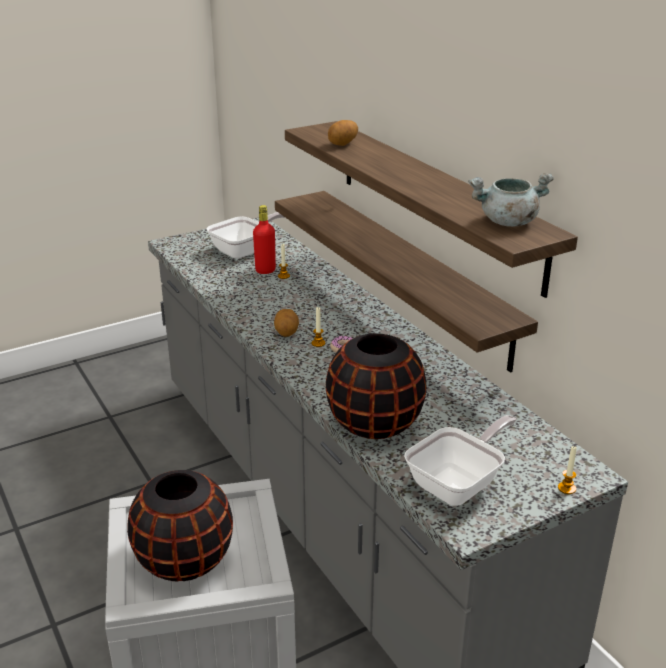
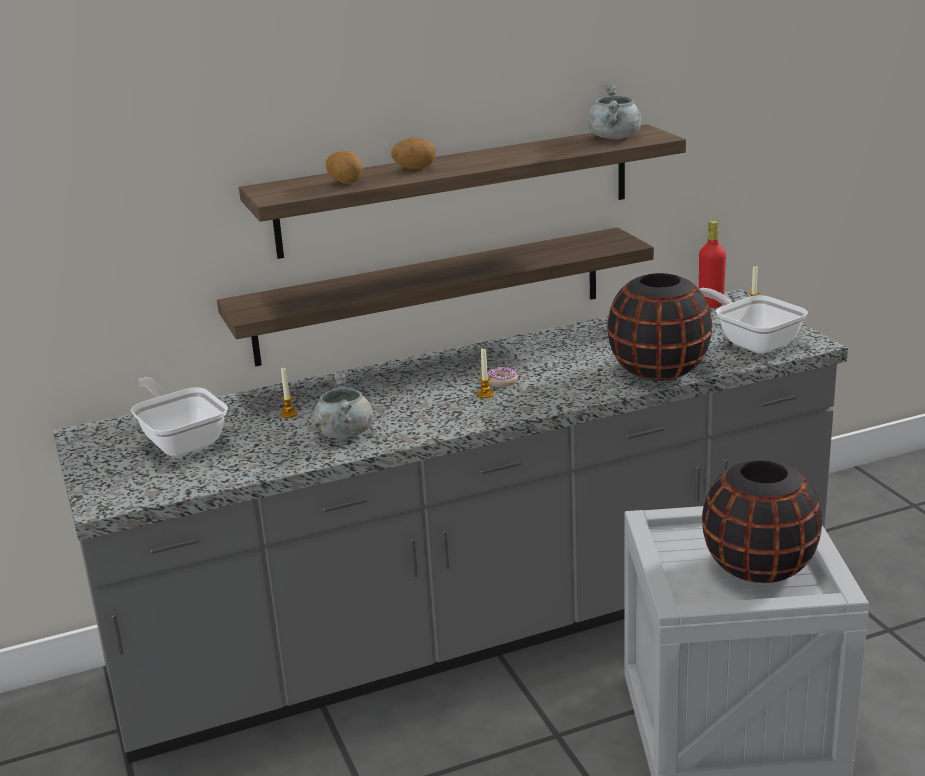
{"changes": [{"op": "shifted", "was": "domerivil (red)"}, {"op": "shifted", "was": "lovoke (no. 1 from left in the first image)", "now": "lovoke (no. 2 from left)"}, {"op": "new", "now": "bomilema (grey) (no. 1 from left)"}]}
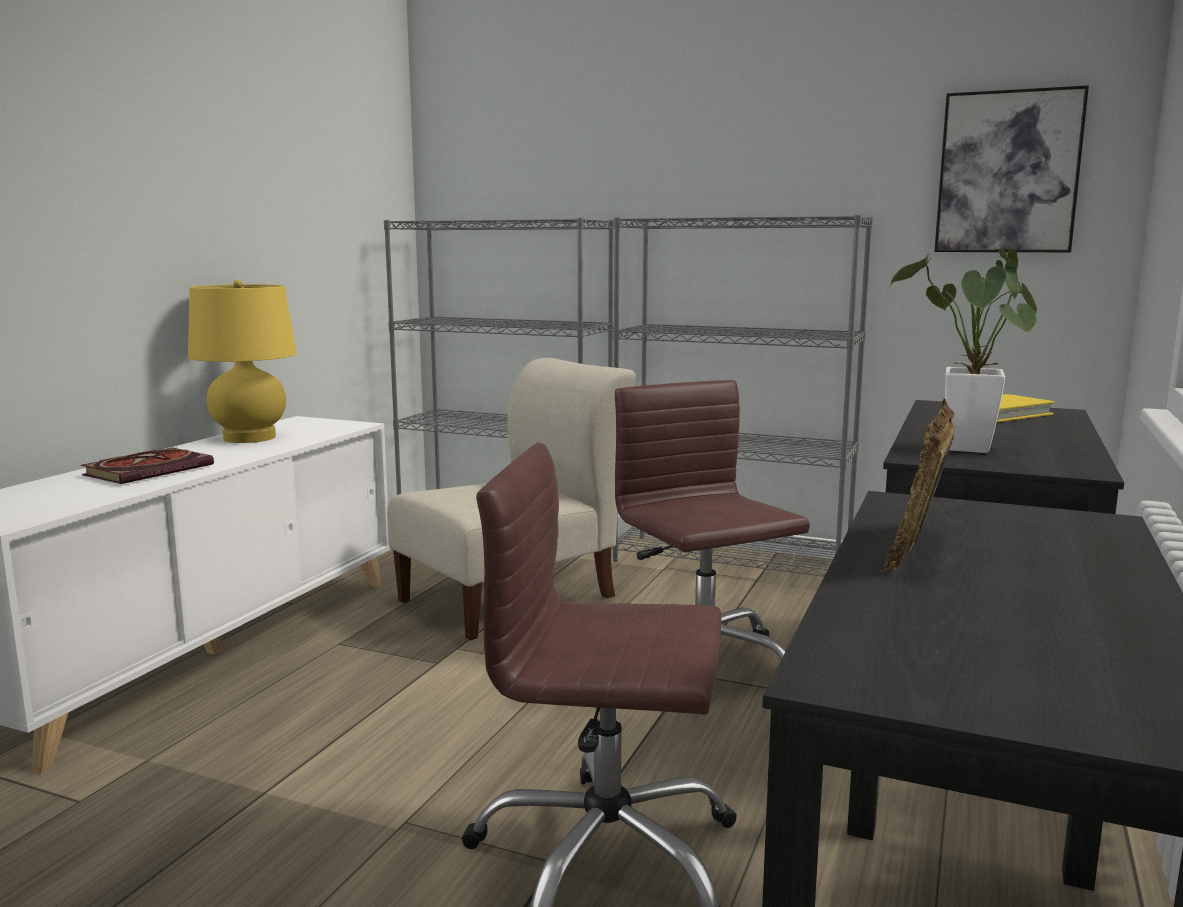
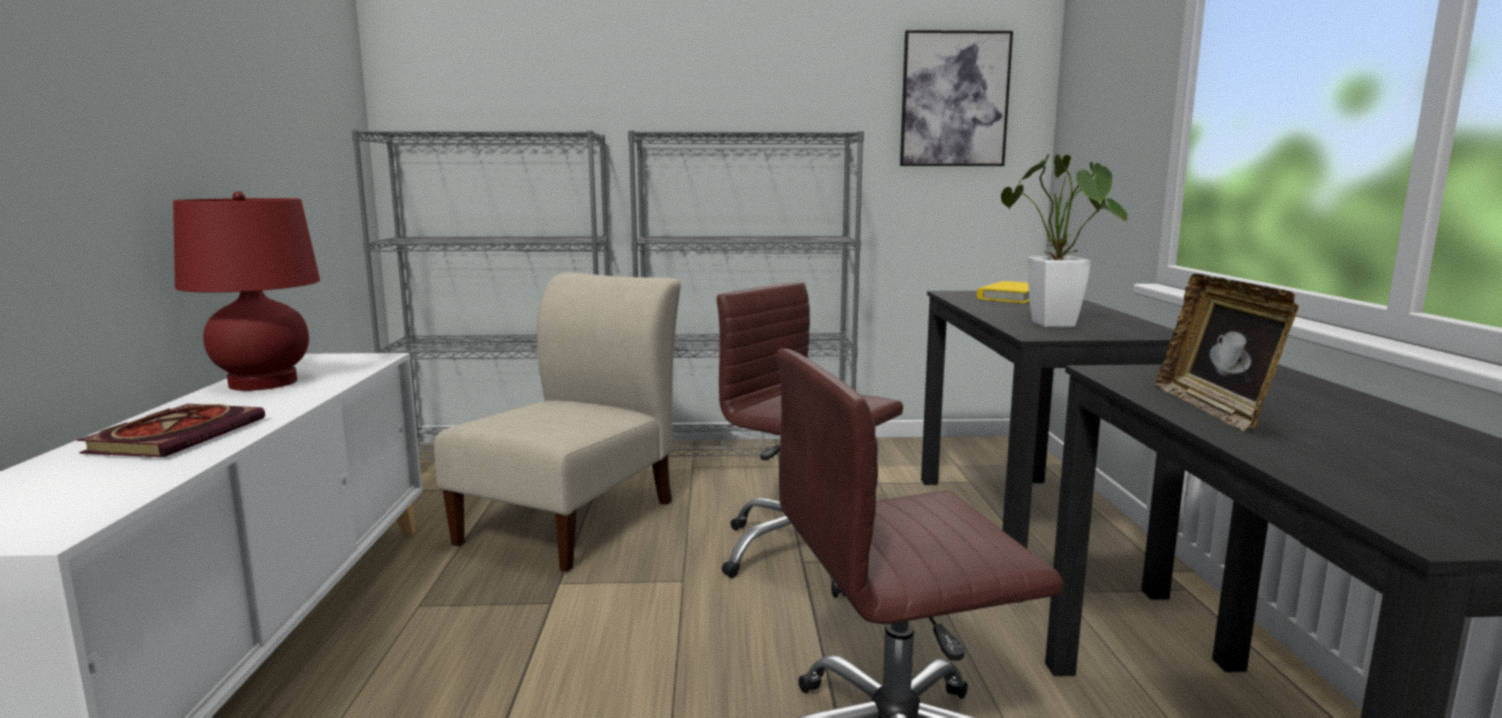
{"changes": [{"op": "repainted", "was": "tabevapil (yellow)", "now": "tabevapil (red)"}]}
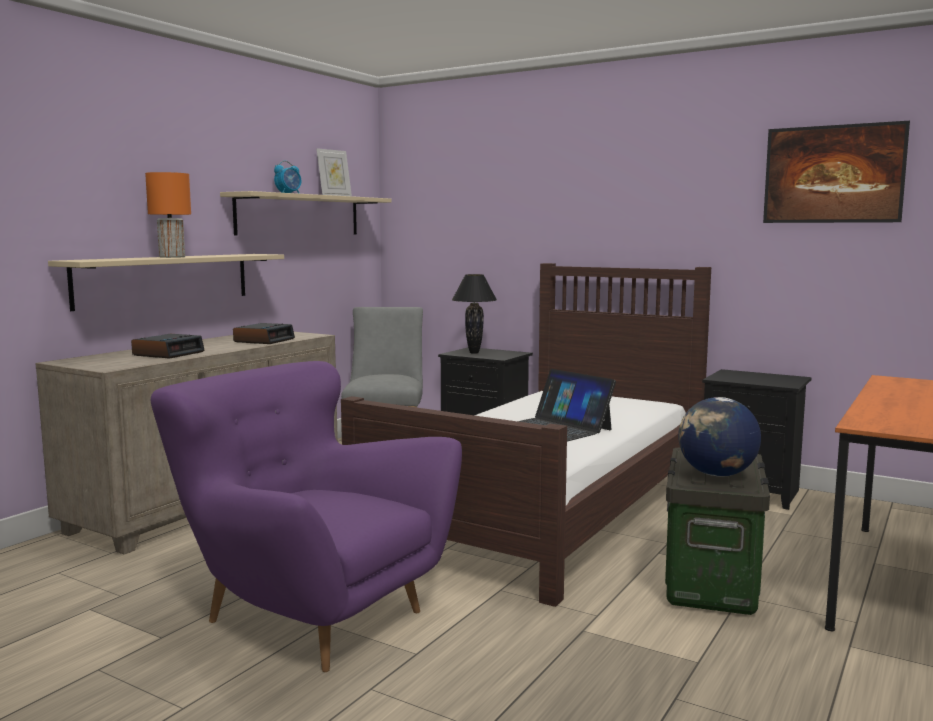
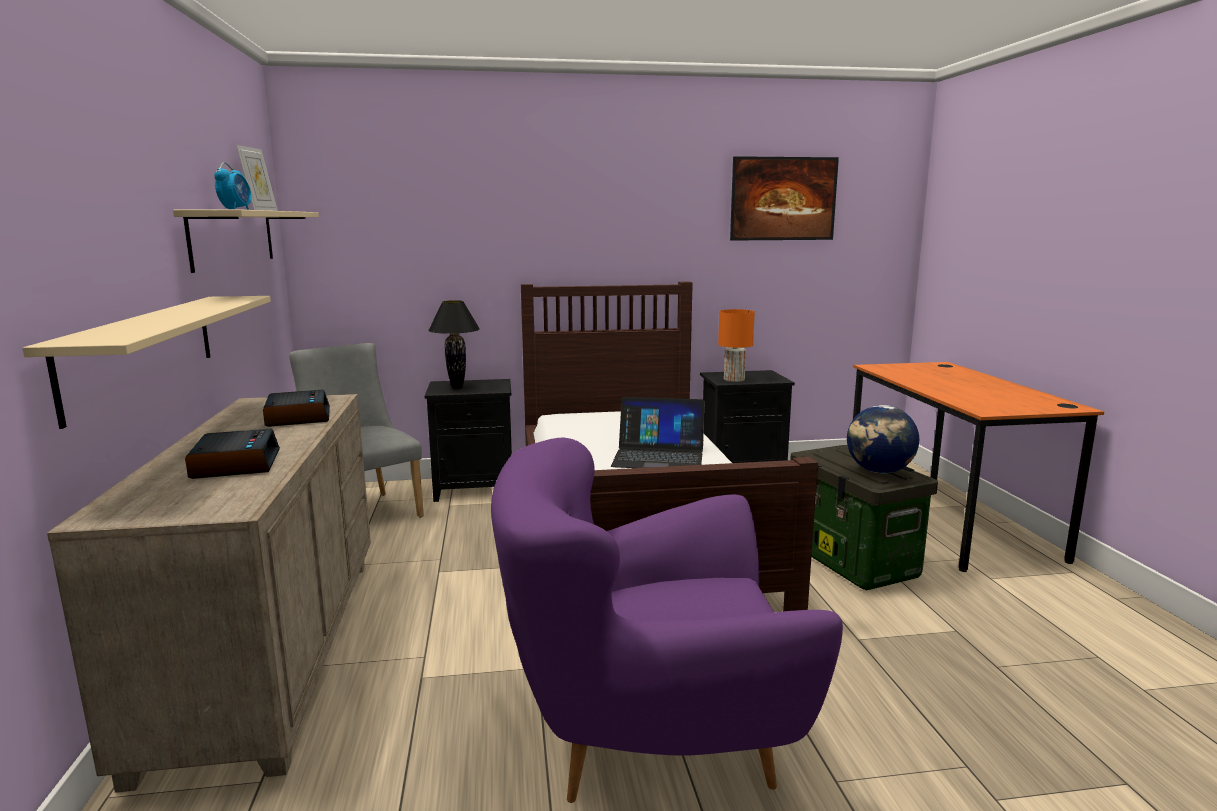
{"changes": [{"op": "shifted", "was": "tabevapil (orange)"}]}
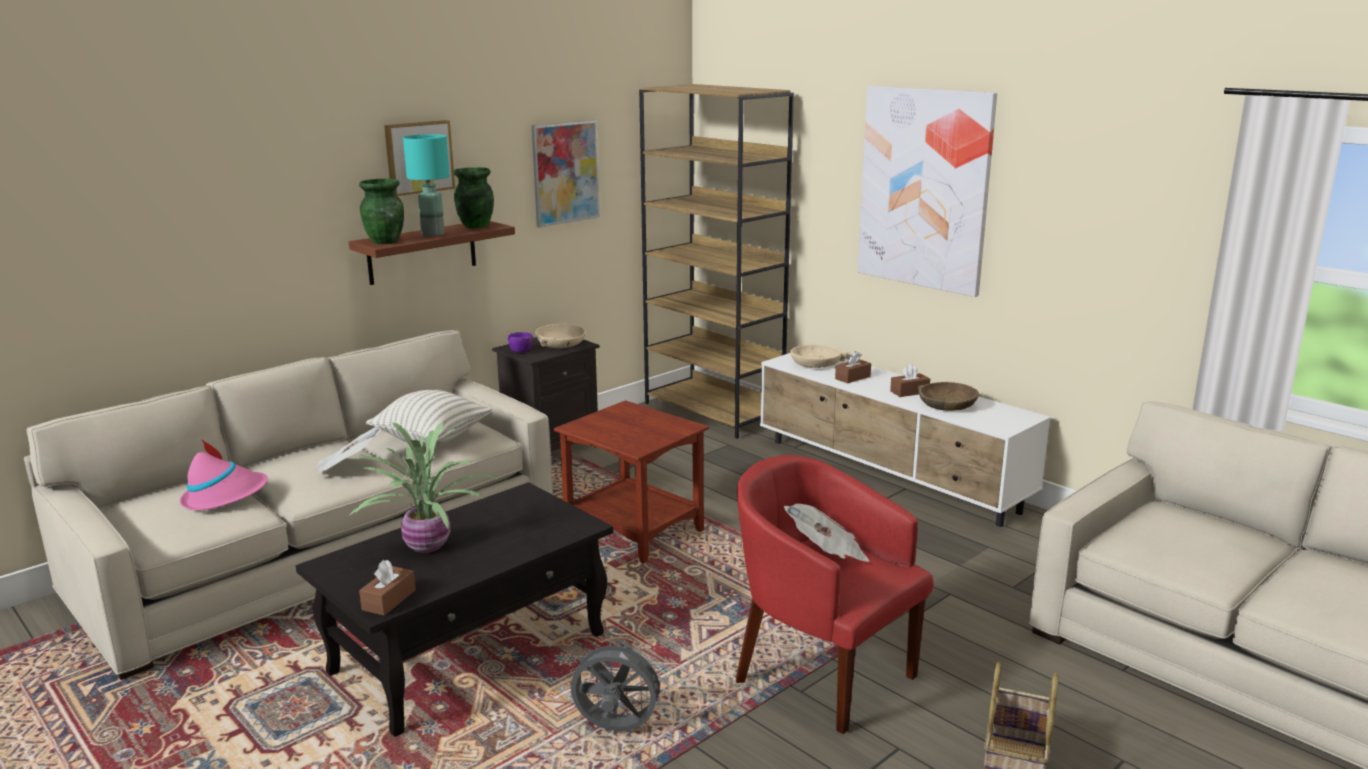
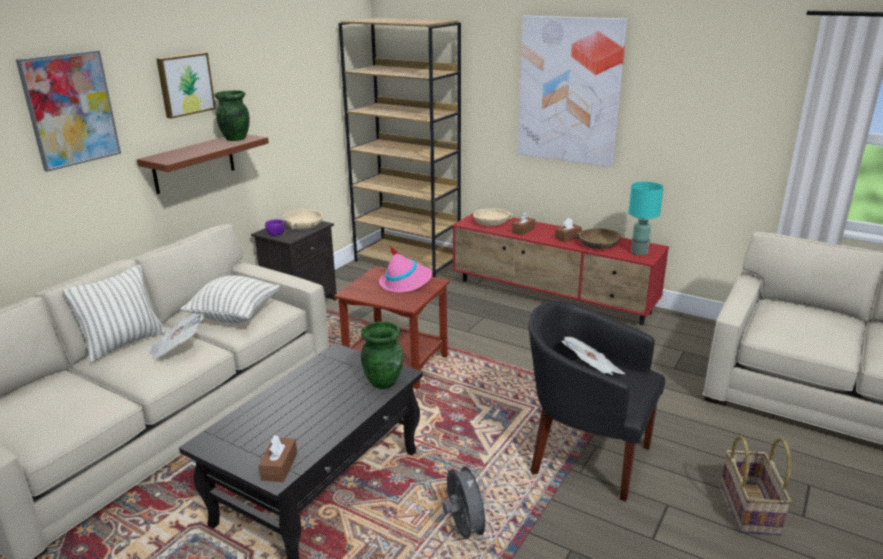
{"changes": [{"op": "shifted", "was": "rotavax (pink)"}, {"op": "gone", "was": "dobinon"}, {"op": "shifted", "was": "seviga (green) (no. 1 from left in the first image)", "now": "seviga (green) (no. 2 from left)"}, {"op": "shifted", "was": "tabevapil (turquoise)"}, {"op": "shifted", "was": "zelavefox (no. 2 from left in the first image)", "now": "zelavefox (no. 1 from left)"}, {"op": "rotated", "was": "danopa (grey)", "clockwise": 75}, {"op": "repainted", "was": "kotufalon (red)", "now": "kotufalon (black)"}, {"op": "repainted", "was": "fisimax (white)", "now": "fisimax (red)"}, {"op": "new", "now": "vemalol (no. 1 from left)"}]}
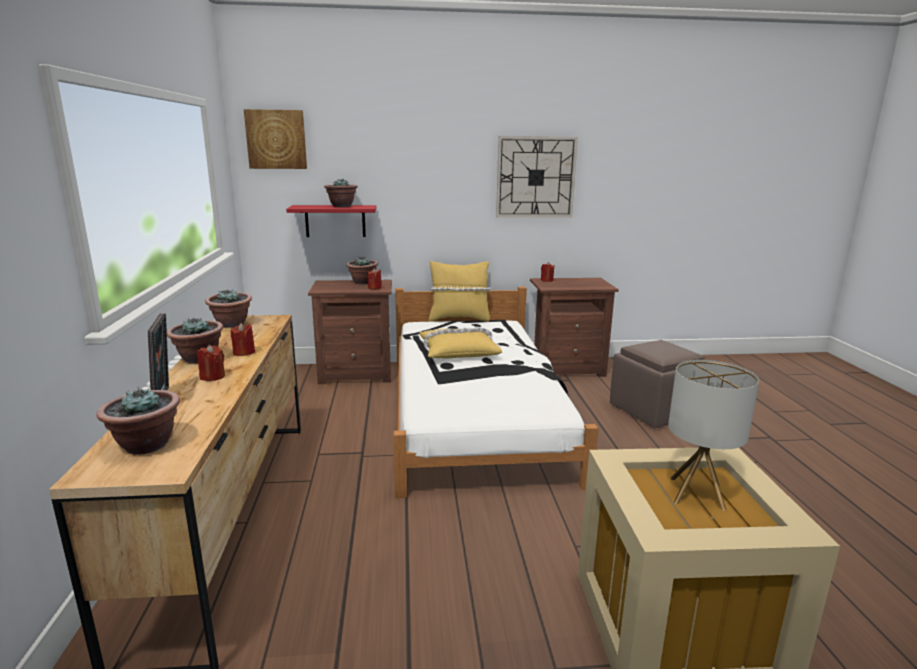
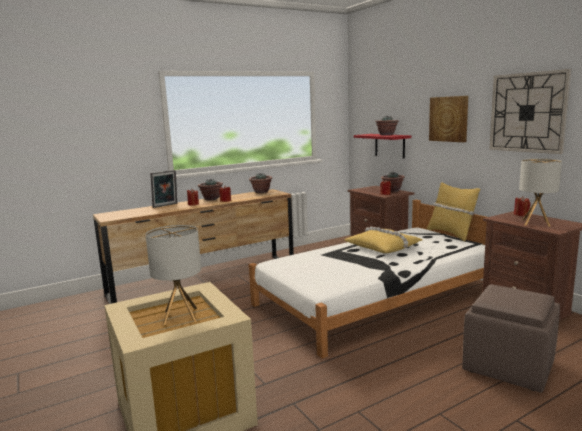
{"changes": [{"op": "gone", "was": "dobinon (no. 1 from left)"}, {"op": "shifted", "was": "zelavefox"}, {"op": "new", "now": "tabevapil (no. 2 from left)"}]}
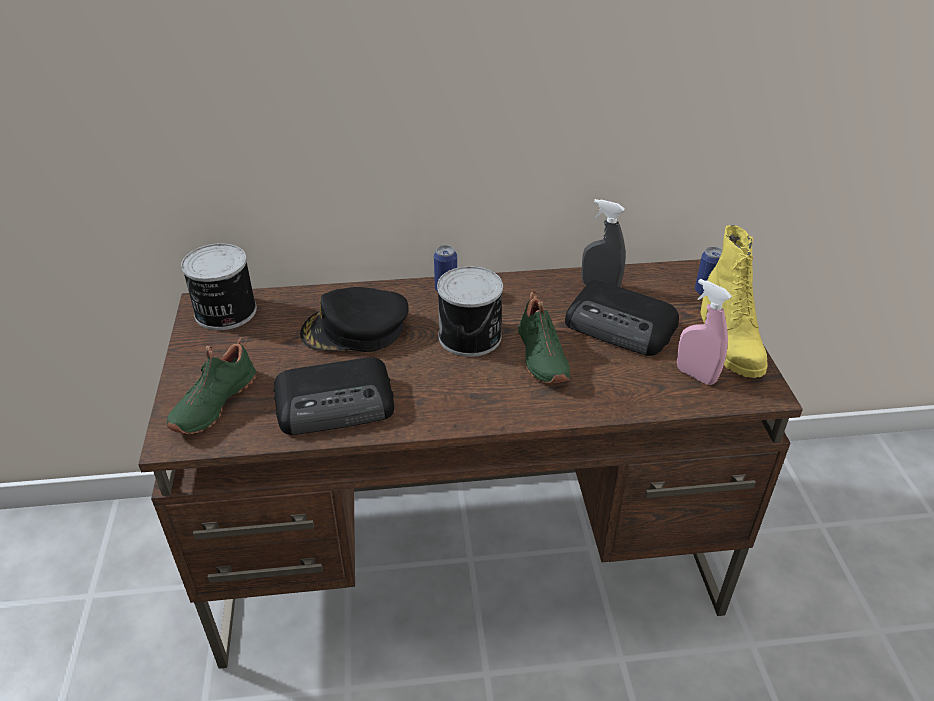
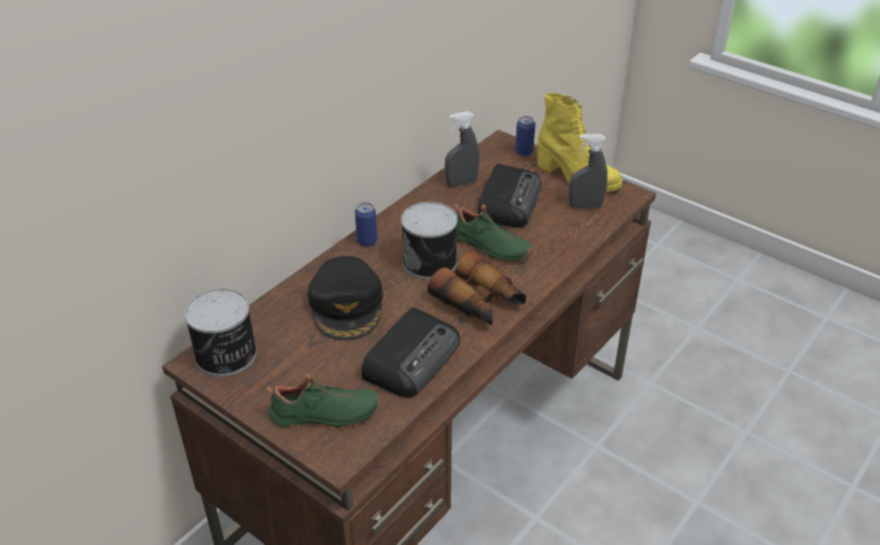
{"changes": [{"op": "rotated", "was": "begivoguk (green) (no. 1 from left)", "clockwise": -75}, {"op": "rotated", "was": "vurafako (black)", "clockwise": -45}, {"op": "rotated", "was": "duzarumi (no. 2 from left)", "clockwise": -60}, {"op": "repainted", "was": "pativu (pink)", "now": "pativu (grey) (no. 2 from left)"}, {"op": "new", "now": "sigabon"}]}
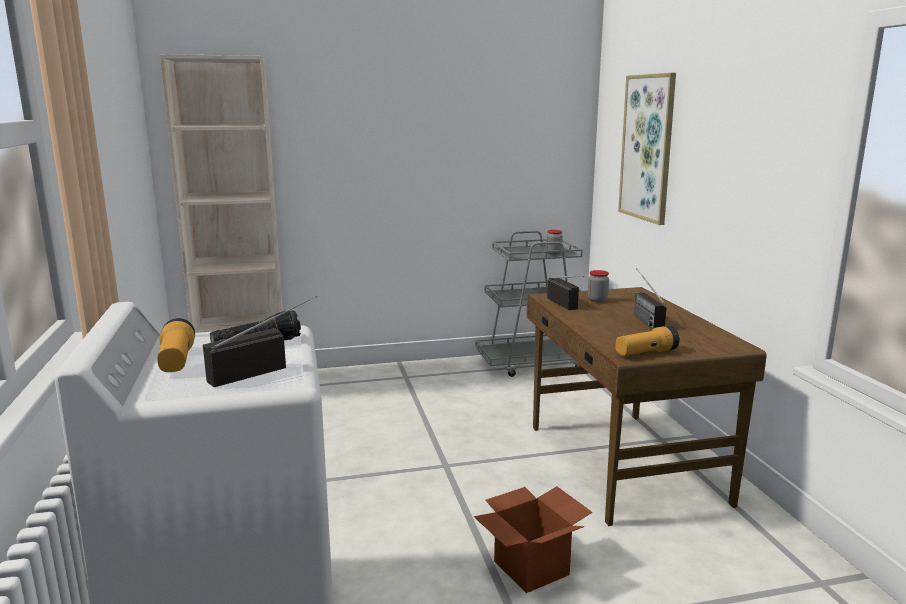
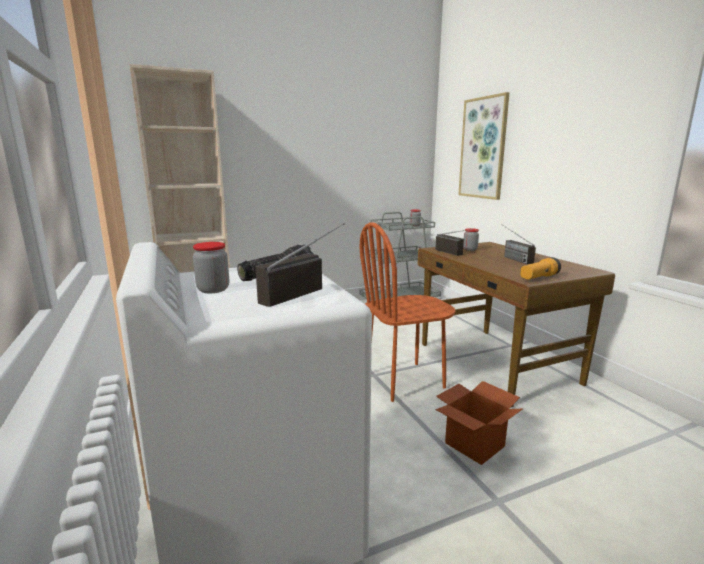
{"changes": [{"op": "swapped", "was": "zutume (no. 1 from left)", "now": "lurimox (no. 1 from left)"}, {"op": "new", "now": "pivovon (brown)"}]}
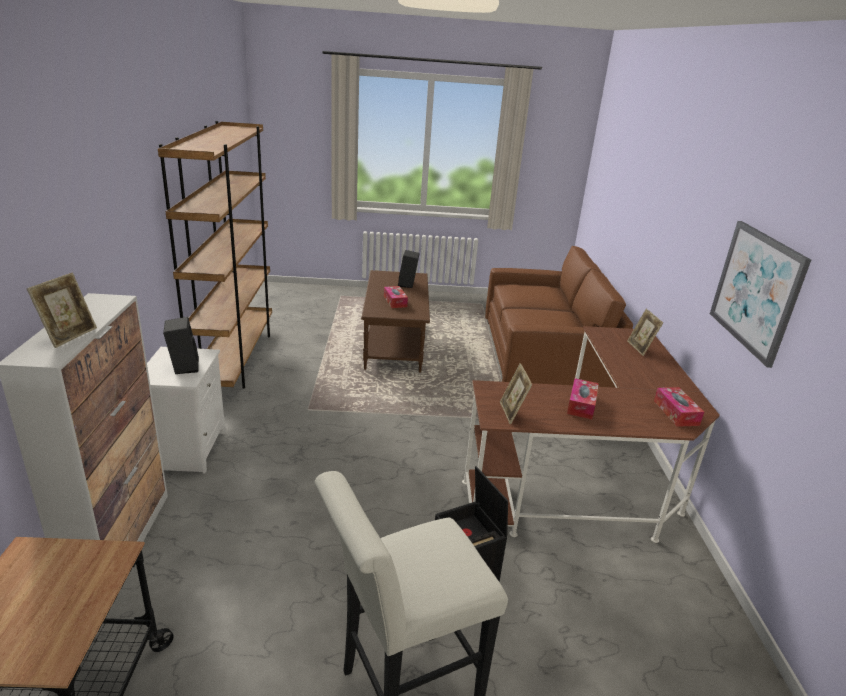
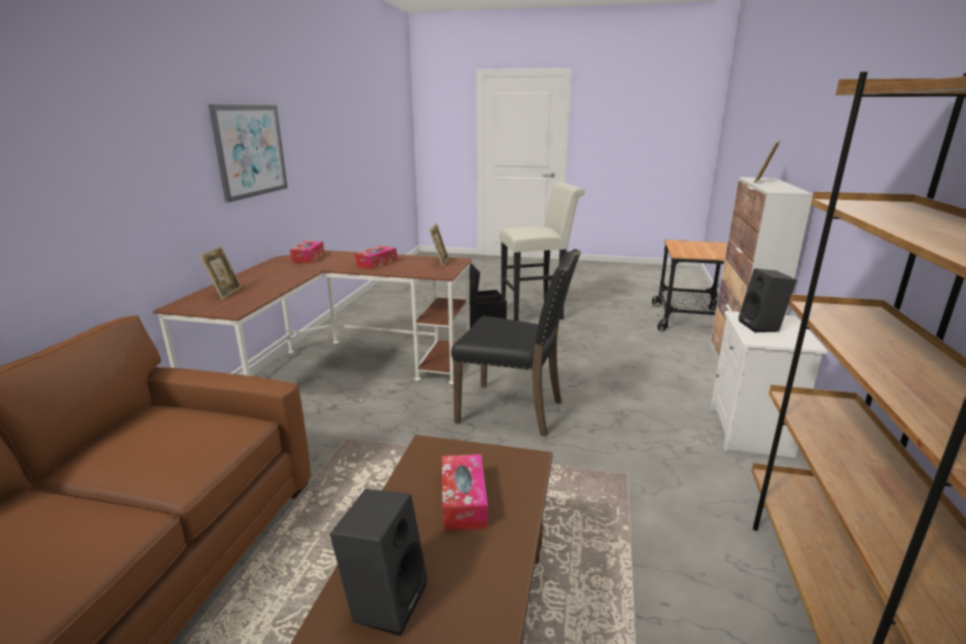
{"changes": [{"op": "new", "now": "pivovon (black)"}]}
